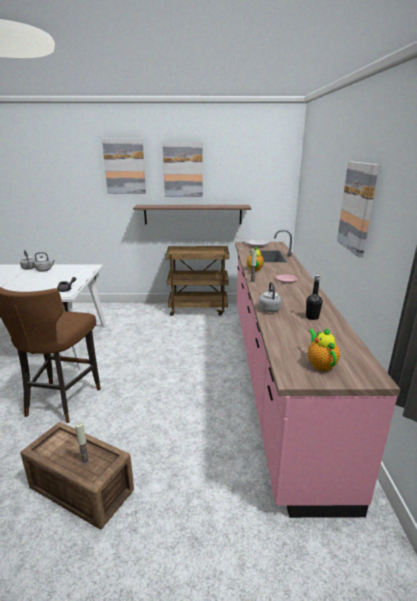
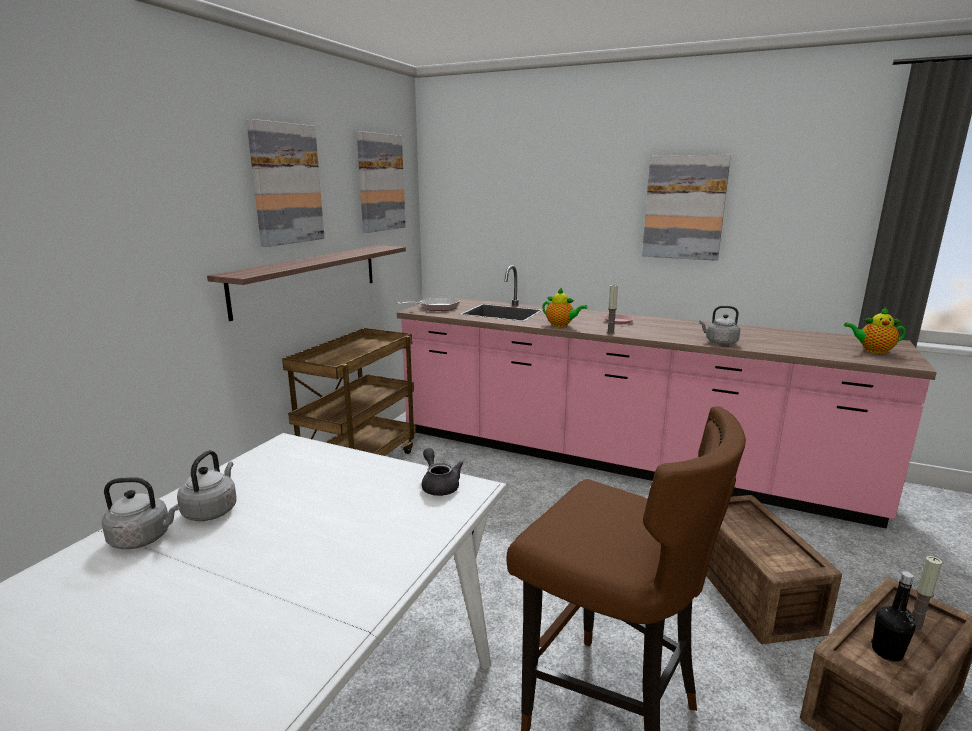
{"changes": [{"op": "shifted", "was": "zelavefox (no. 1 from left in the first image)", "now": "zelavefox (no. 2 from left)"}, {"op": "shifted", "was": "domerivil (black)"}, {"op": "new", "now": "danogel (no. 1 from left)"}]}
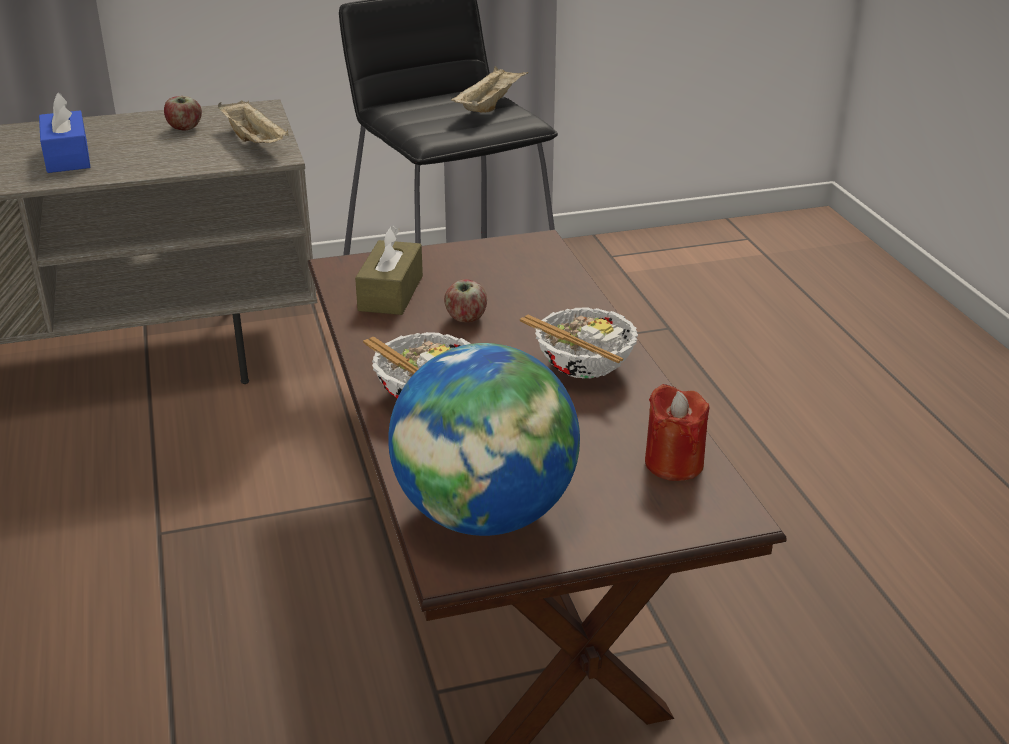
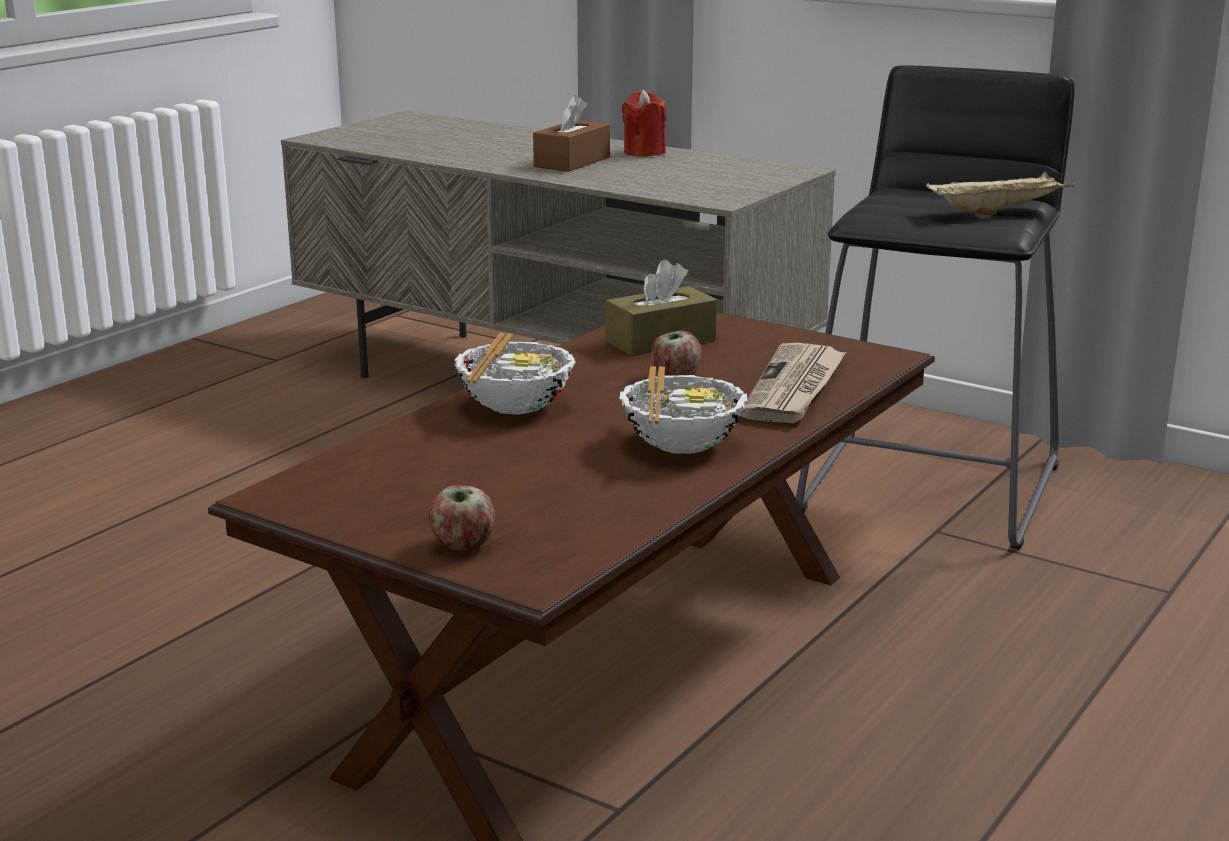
{"changes": [{"op": "repainted", "was": "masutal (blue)", "now": "masutal (brown) (no. 1 from left)"}, {"op": "shifted", "was": "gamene (no. 1 from left)"}, {"op": "gone", "was": "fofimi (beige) (no. 1 from left)"}, {"op": "gone", "was": "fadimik"}, {"op": "shifted", "was": "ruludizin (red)"}, {"op": "new", "now": "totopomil"}]}
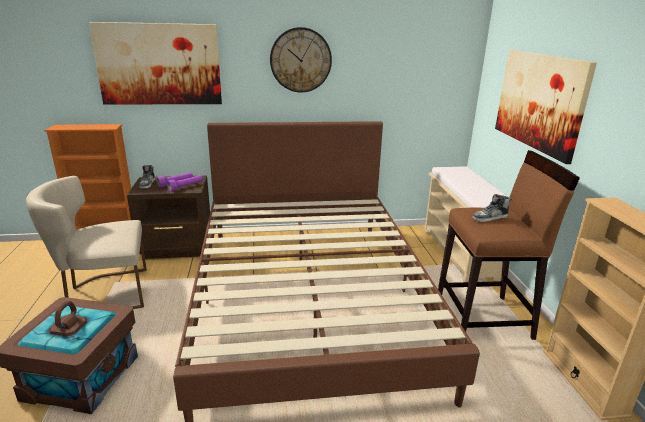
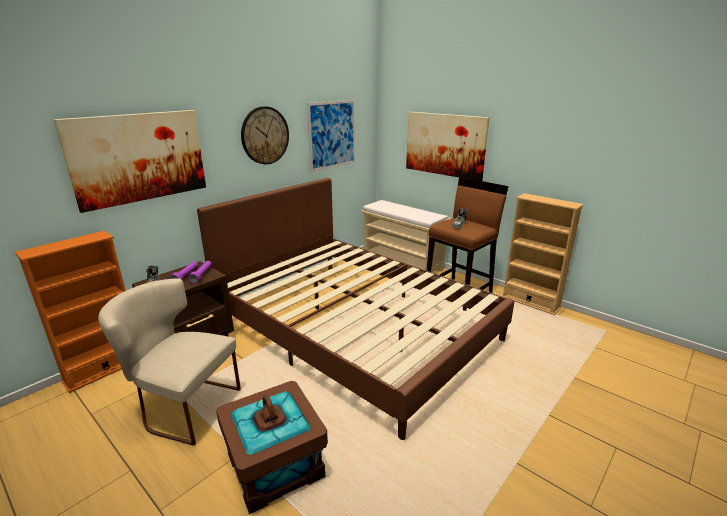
{"changes": [{"op": "rotated", "was": "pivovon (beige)", "clockwise": 75}, {"op": "new", "now": "zelavefox (no. 2 from left)"}]}
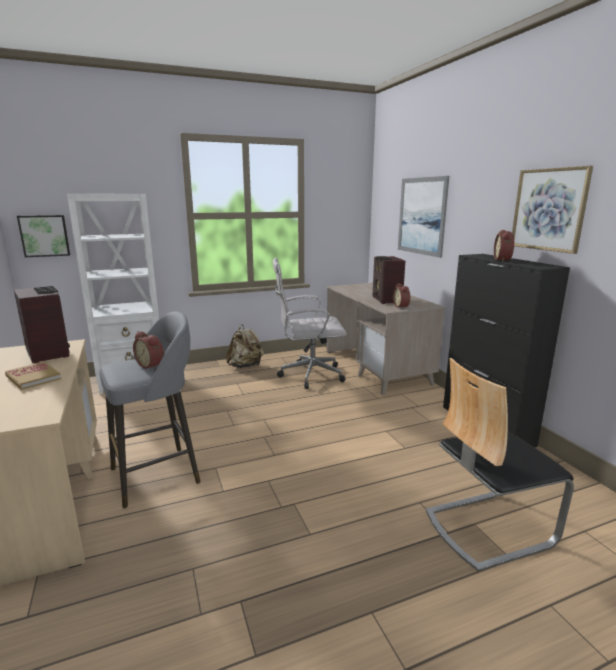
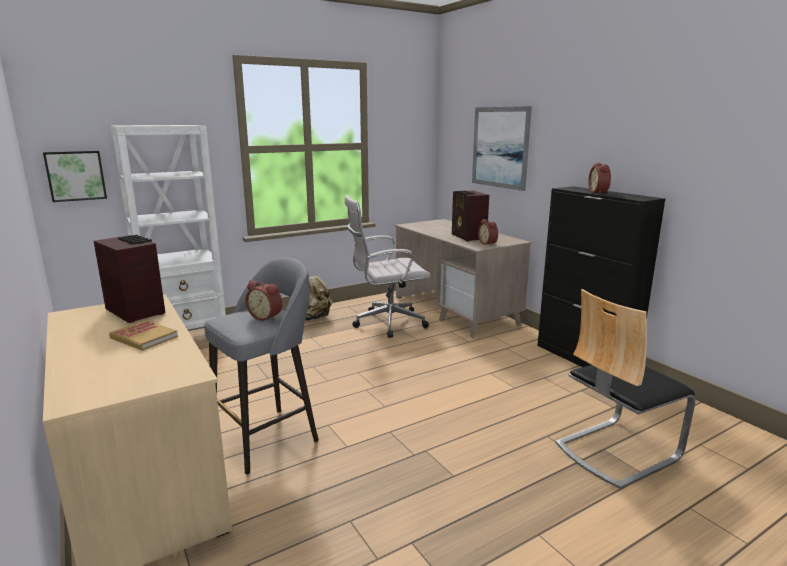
{"changes": [{"op": "gone", "was": "zelavefox (no. 3 from left)"}]}
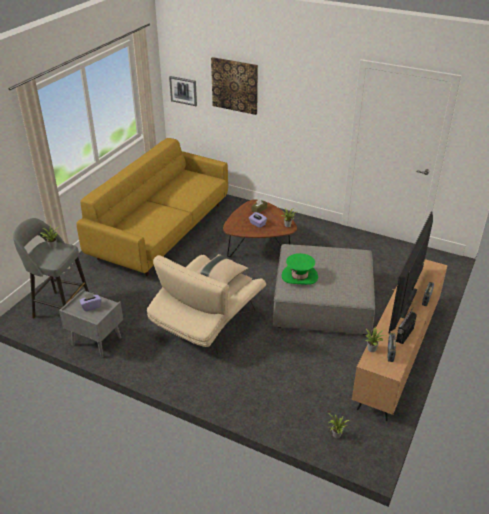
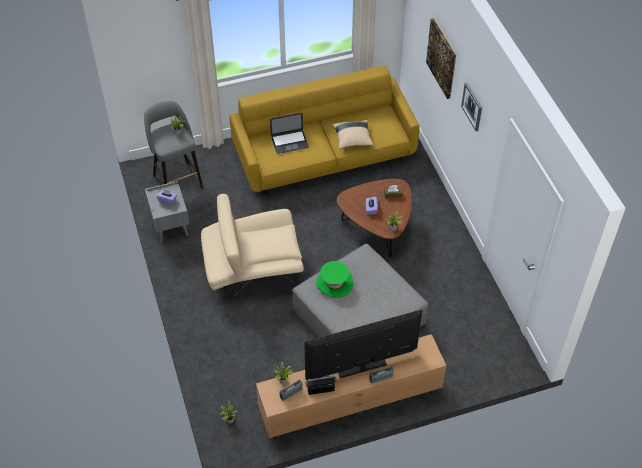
{"changes": [{"op": "shifted", "was": "zelavefox (no. 1 from left in the first image)", "now": "zelavefox (no. 2 from left)"}, {"op": "shifted", "was": "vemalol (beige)"}, {"op": "new", "now": "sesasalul"}]}
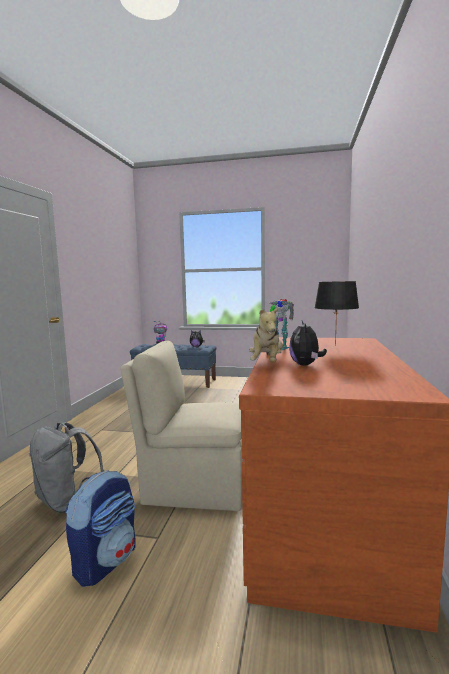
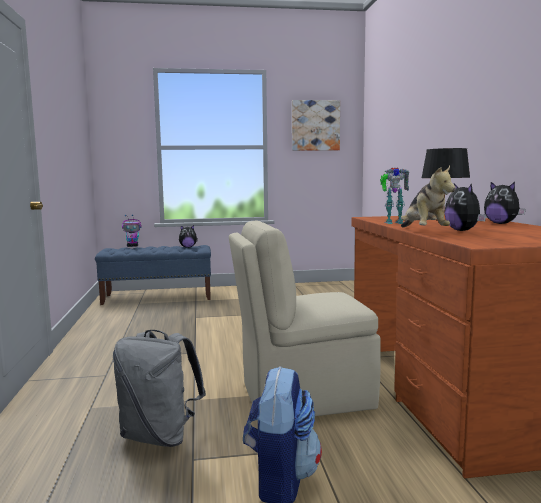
{"changes": [{"op": "new", "now": "zelavefox"}, {"op": "new", "now": "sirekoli (no. 4 from left)"}]}
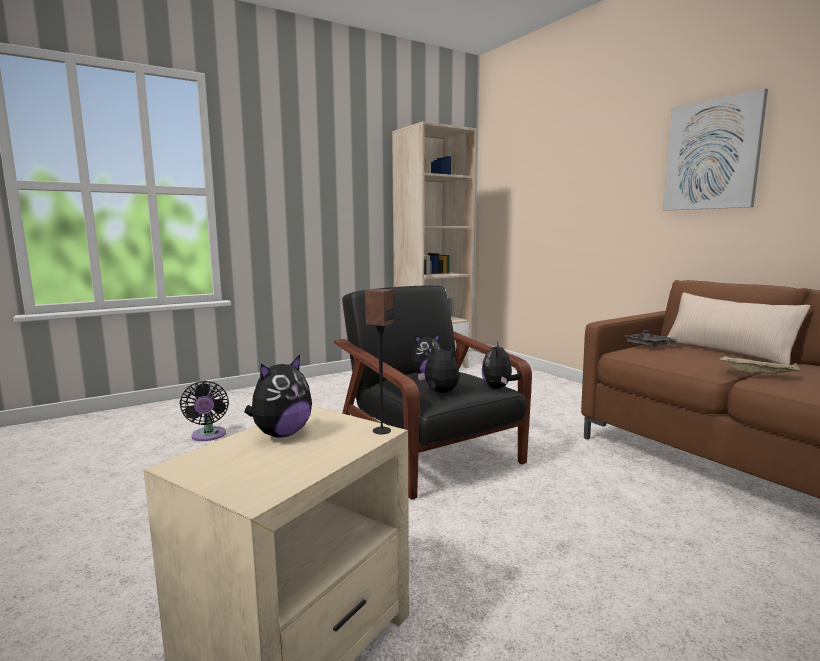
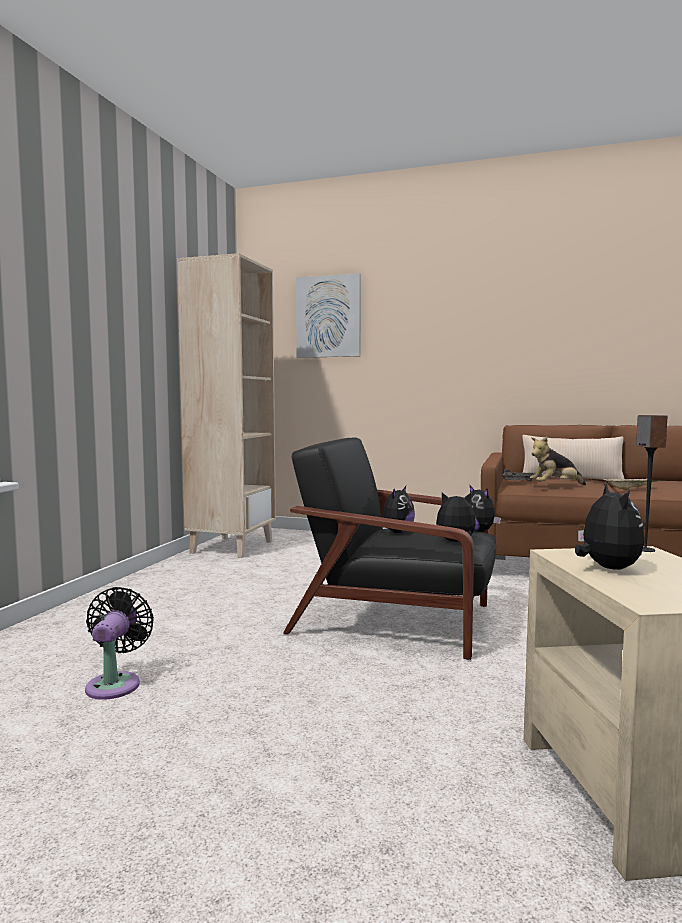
{"changes": [{"op": "rotated", "was": "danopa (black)", "clockwise": -120}, {"op": "shifted", "was": "zelavefox"}, {"op": "new", "now": "sirekoli (no. 4 from left)"}]}
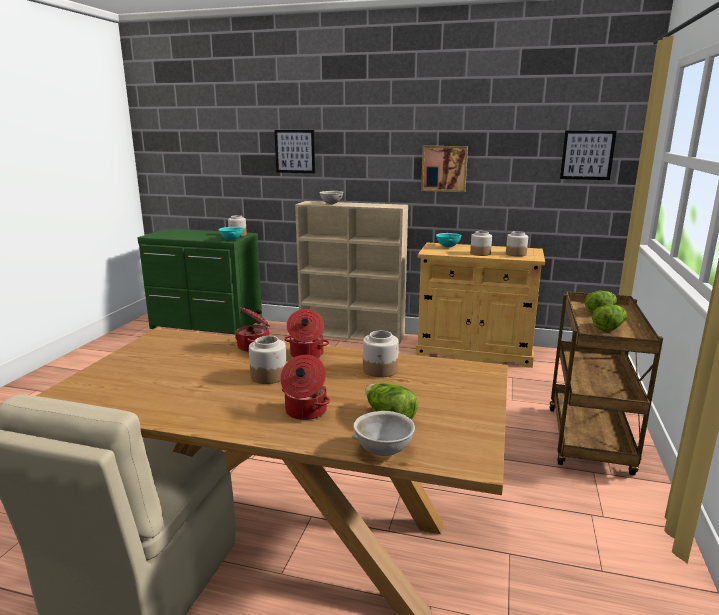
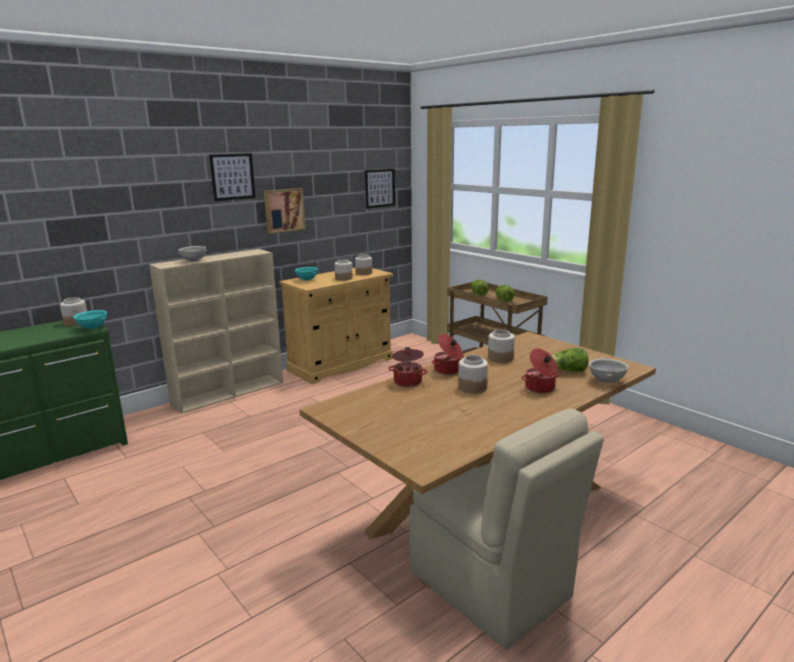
{"changes": [{"op": "shifted", "was": "zelavefox (no. 1 from left)"}]}
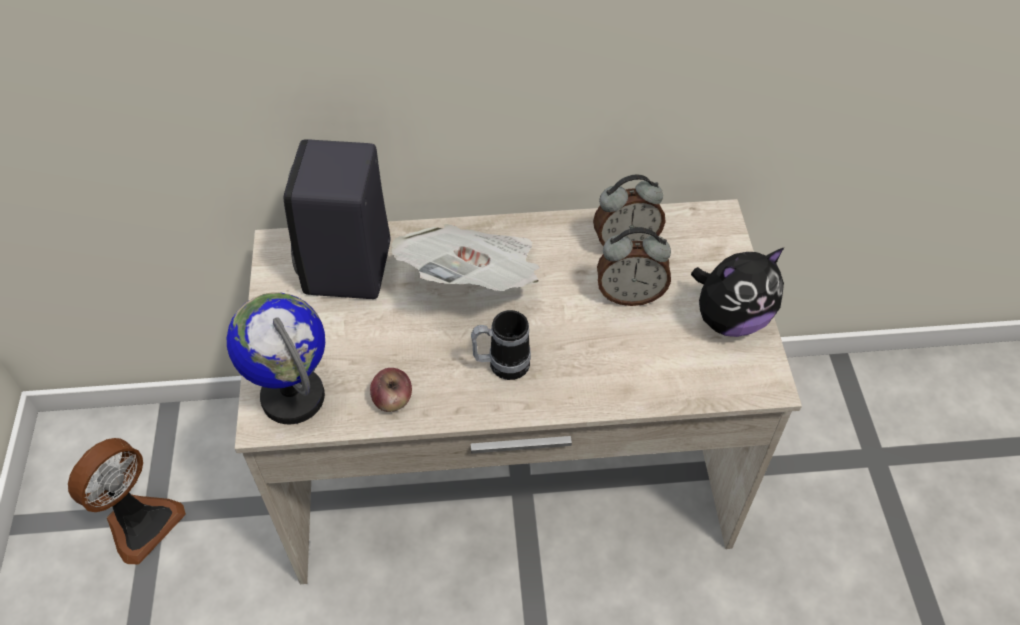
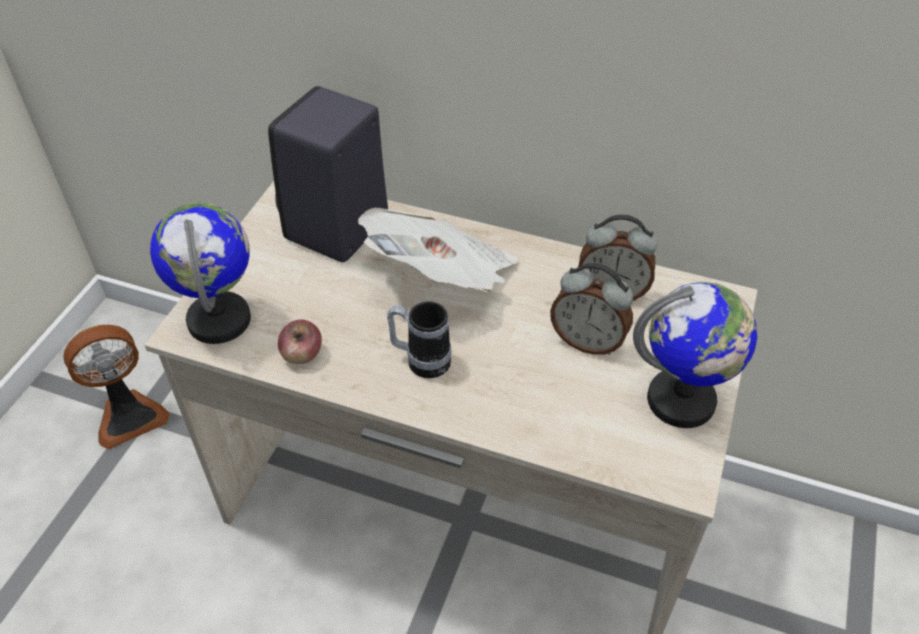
{"changes": [{"op": "swapped", "was": "sirekoli", "now": "fadimik (no. 2 from left)"}]}
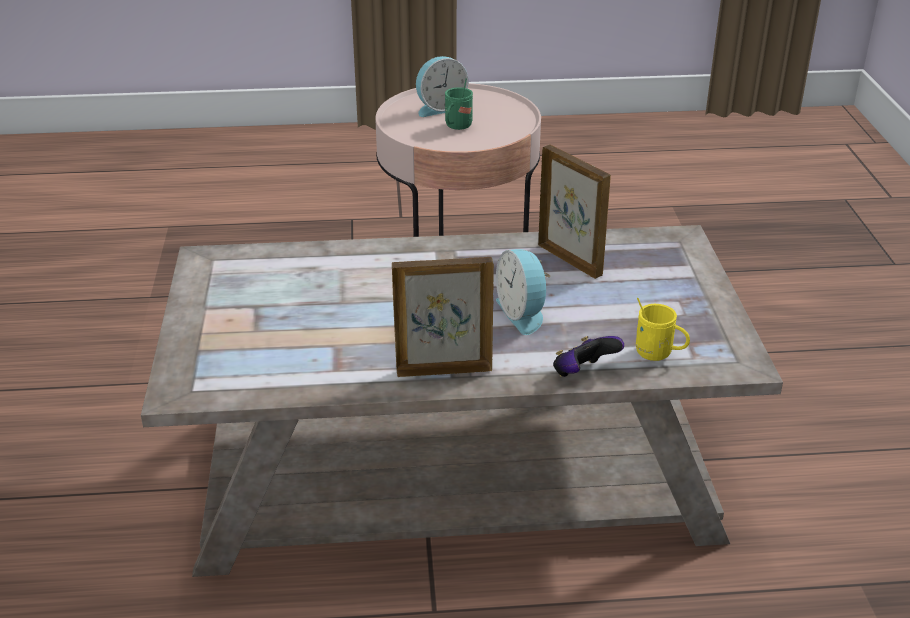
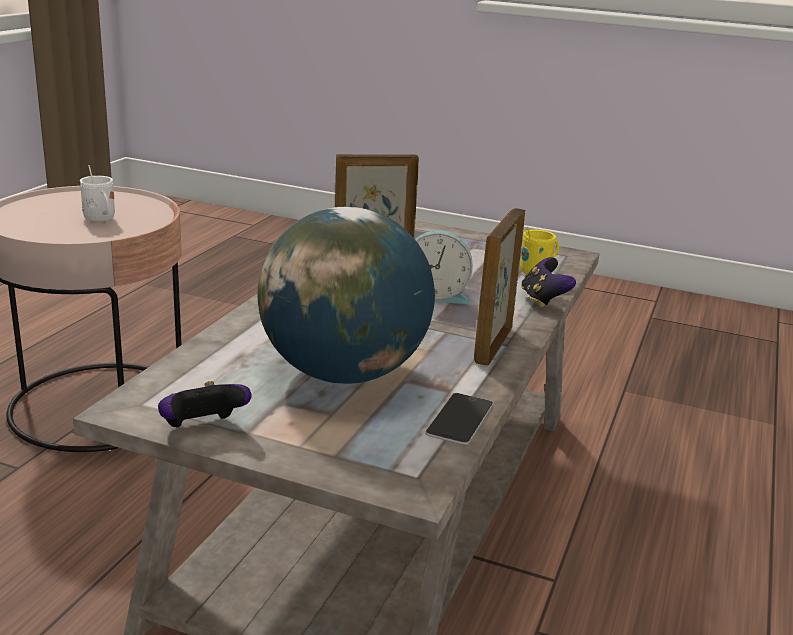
{"changes": [{"op": "gone", "was": "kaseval (no. 1 from left)"}, {"op": "repainted", "was": "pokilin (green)", "now": "pokilin (white)"}, {"op": "new", "now": "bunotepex (no. 1 from left)"}, {"op": "new", "now": "fadimik"}, {"op": "new", "now": "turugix"}]}
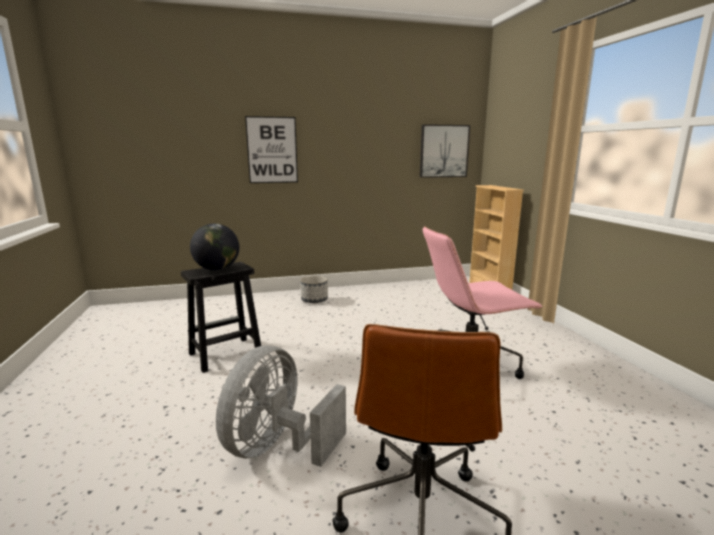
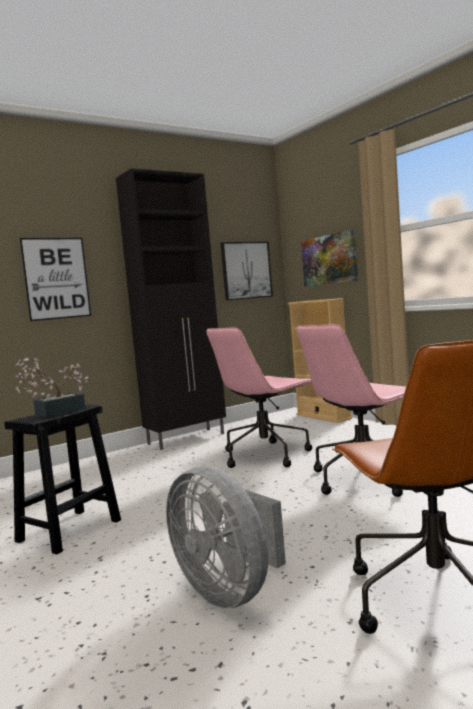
{"changes": [{"op": "swapped", "was": "fadimik", "now": "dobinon"}, {"op": "rotated", "was": "danopa (grey)", "clockwise": -45}, {"op": "gone", "was": "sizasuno"}, {"op": "new", "now": "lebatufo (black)"}, {"op": "new", "now": "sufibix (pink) (no. 1 from left)"}, {"op": "new", "now": "zelavefox (no. 3 from left)"}]}
